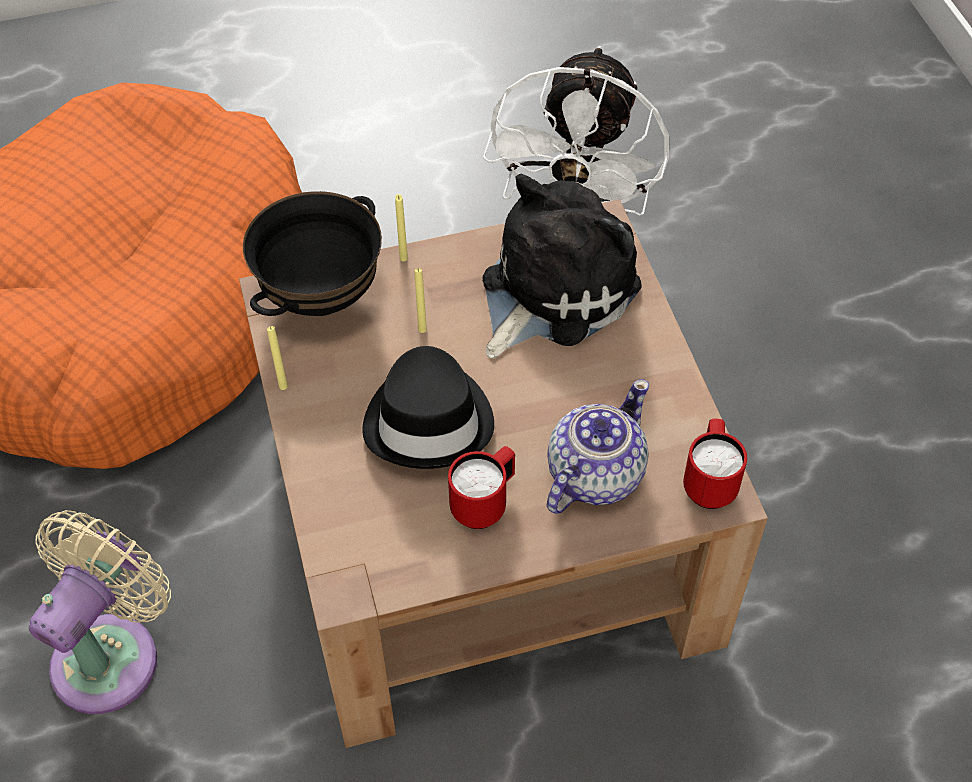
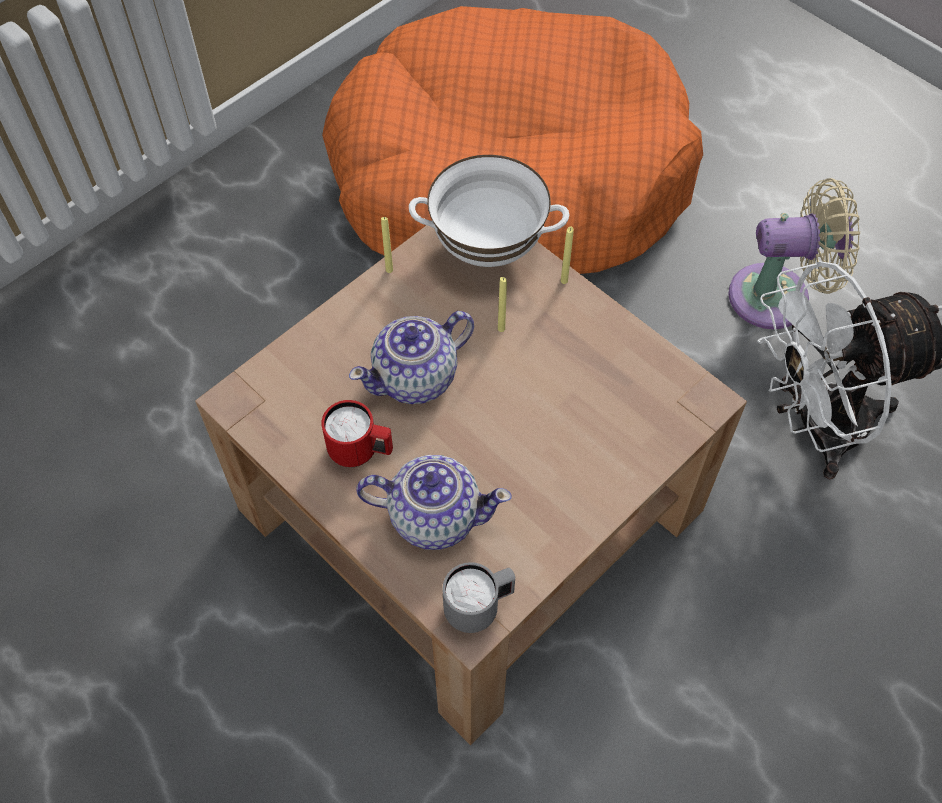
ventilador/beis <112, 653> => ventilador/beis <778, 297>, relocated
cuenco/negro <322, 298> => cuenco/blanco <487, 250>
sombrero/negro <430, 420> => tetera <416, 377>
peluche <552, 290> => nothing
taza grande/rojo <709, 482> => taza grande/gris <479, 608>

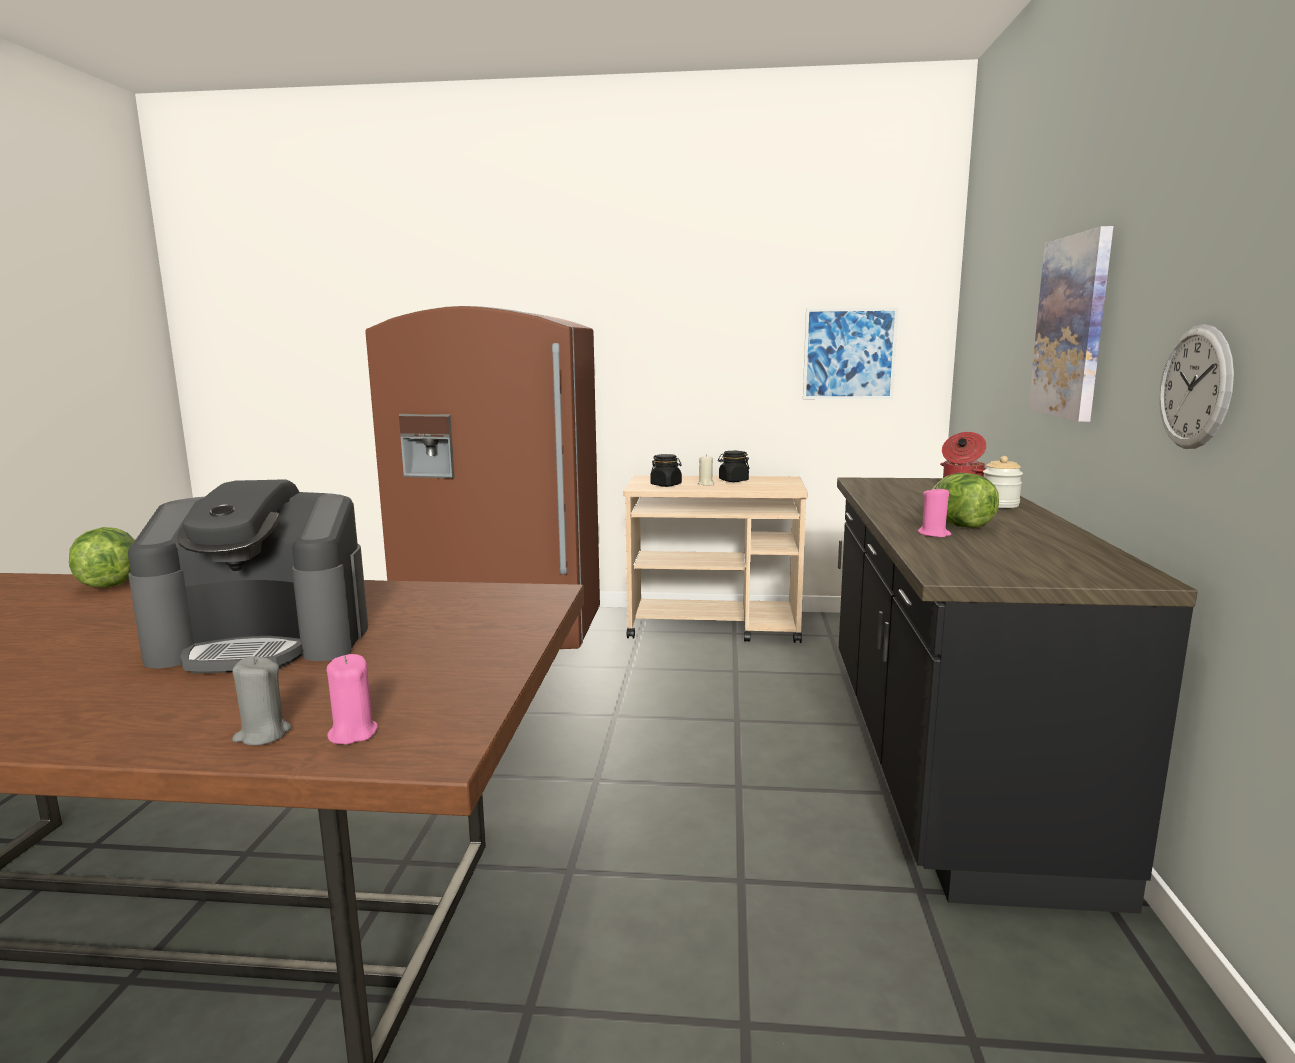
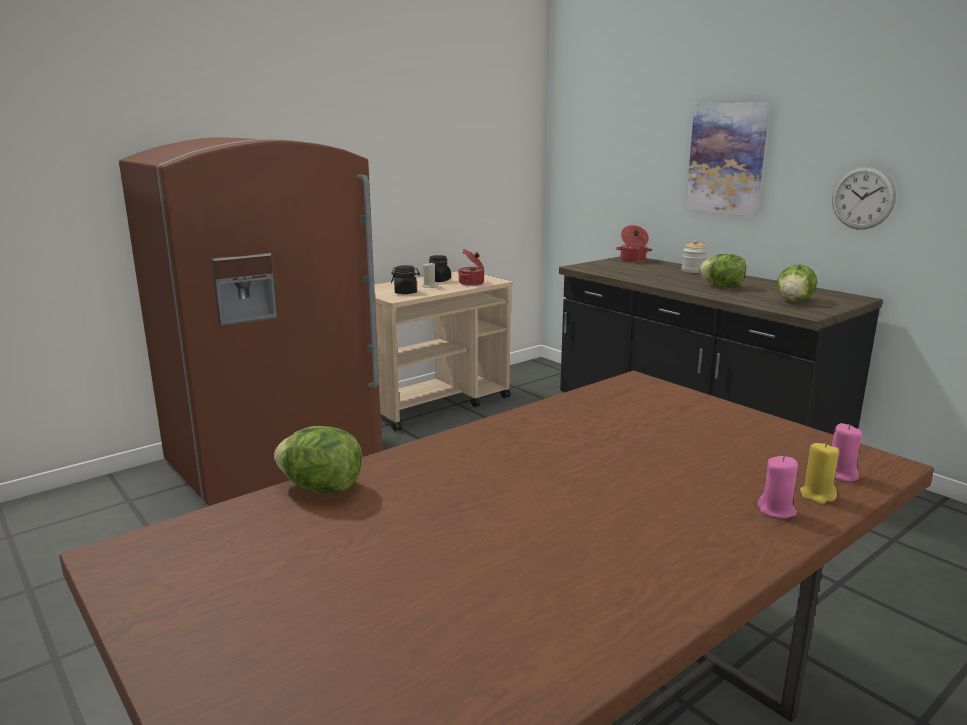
cafetera <265, 641> => nothing
vela/gris <262, 735> => vela/amarillo <817, 495>
cuadro <849, 354> => nothing
vela/rosa <934, 534> => vela/rosa <776, 510>, relocated
nothing => olla <472, 283>
nothing => lechuga <794, 301>

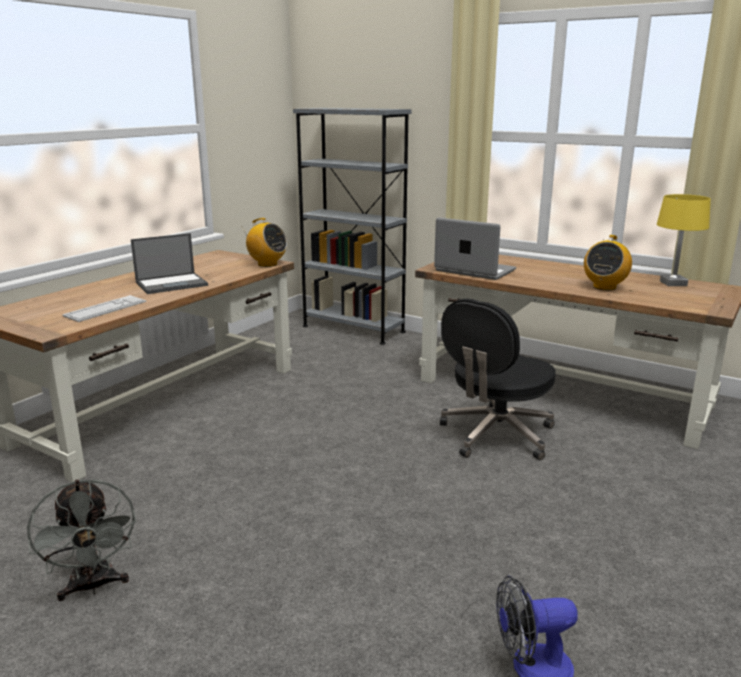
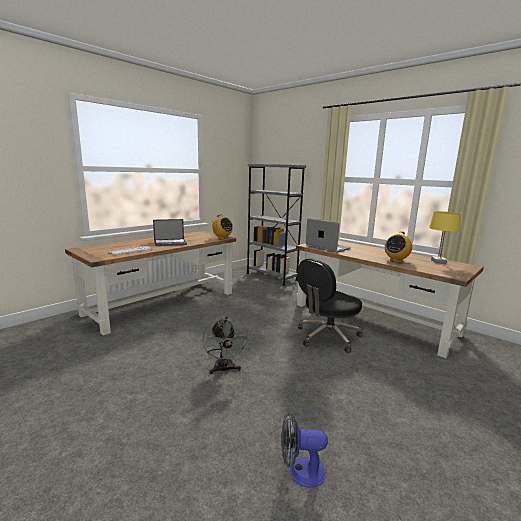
ventilador/gris <93, 586> => ventilador/gris <224, 370>, relocated

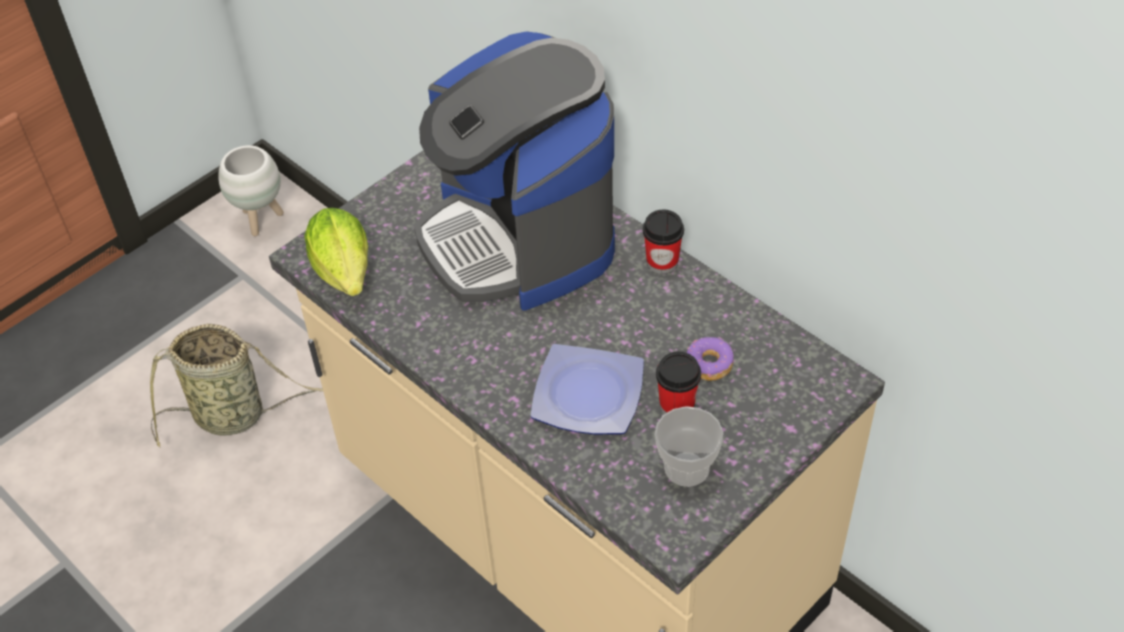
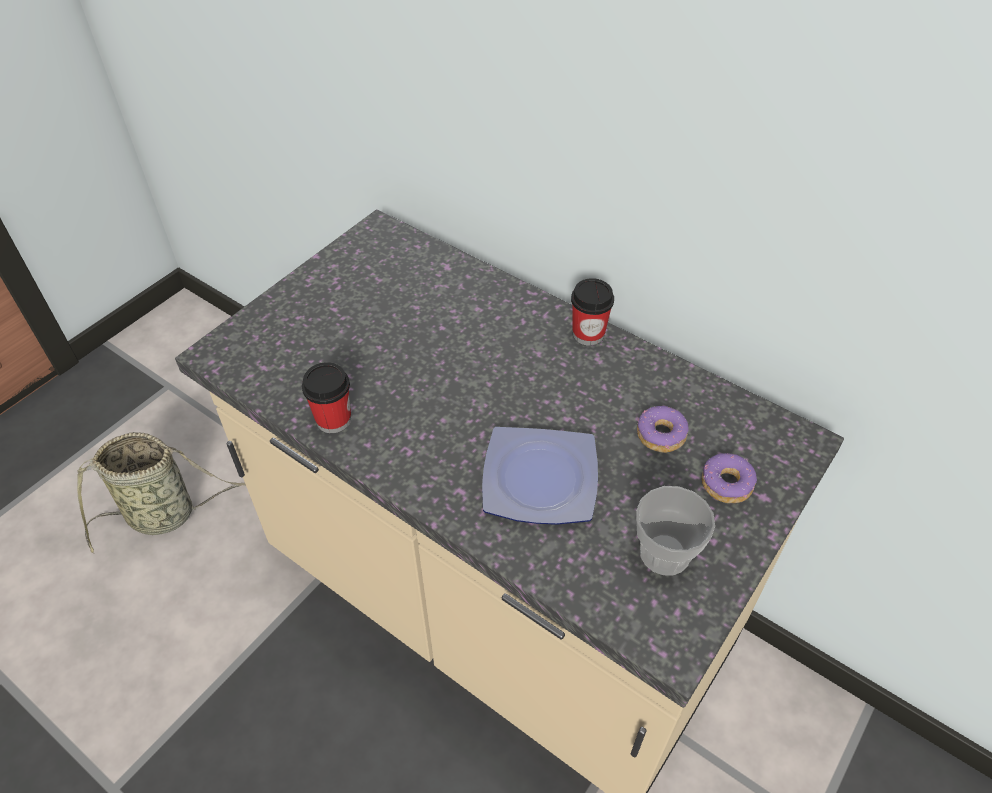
maceta/blanco <261, 220> => nothing
lechuga <346, 276> => nothing
cafetera <519, 239> => nothing
taza <677, 405> => taza <333, 419>, relocated
nothing => rosquilla <726, 484>

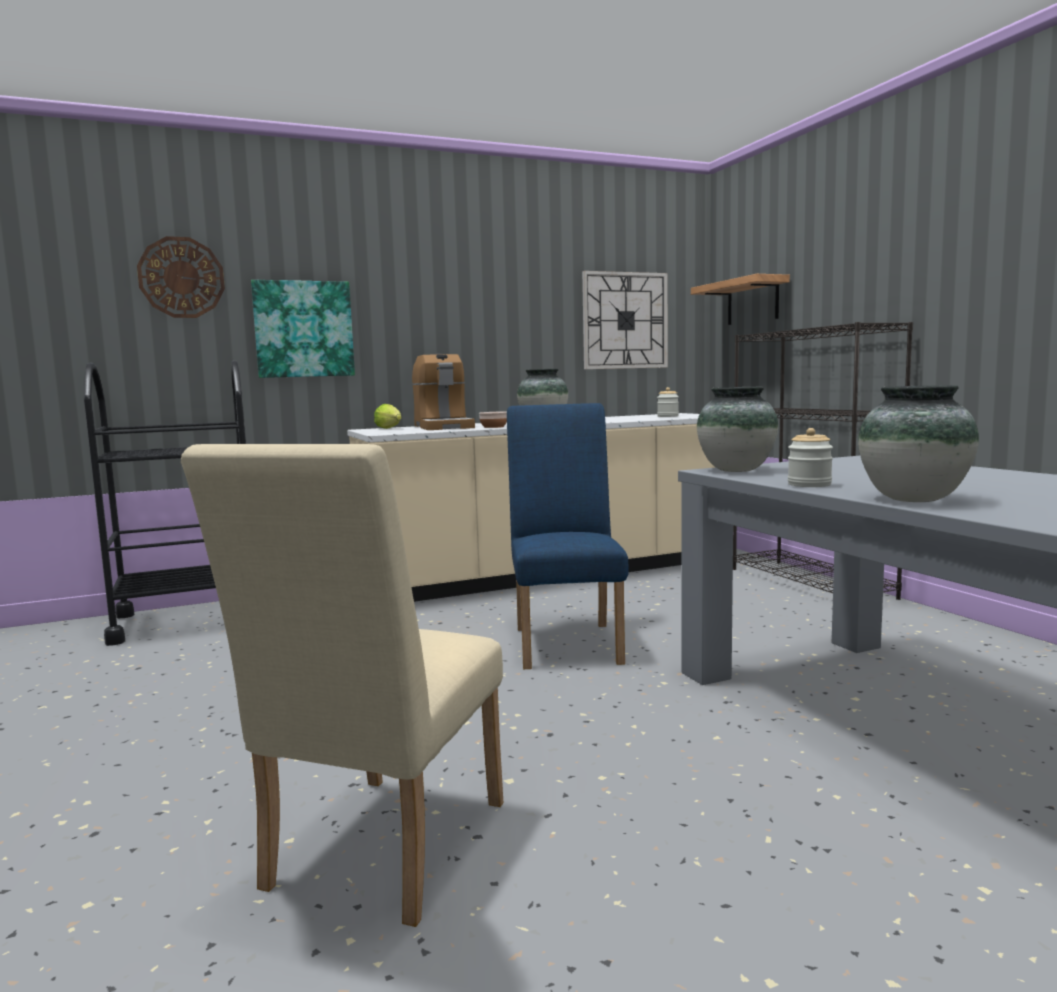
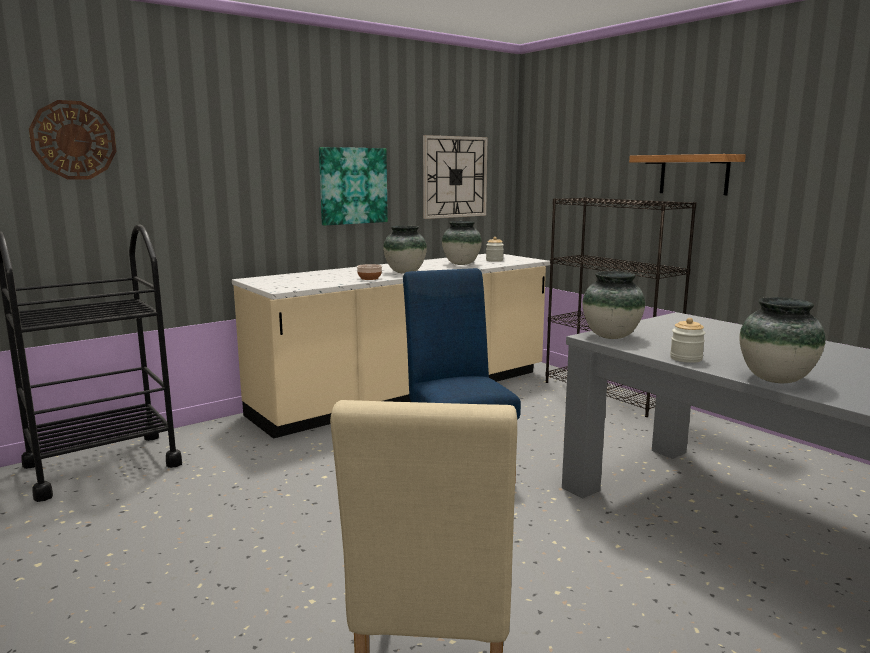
cuadro <303, 329> => cuadro <353, 186>, relocated
lechuga <390, 428> => nothing
cafetera <443, 427> => nothing
estante <753, 301> => estante <694, 174>, relocated
nothing => florero <461, 264>

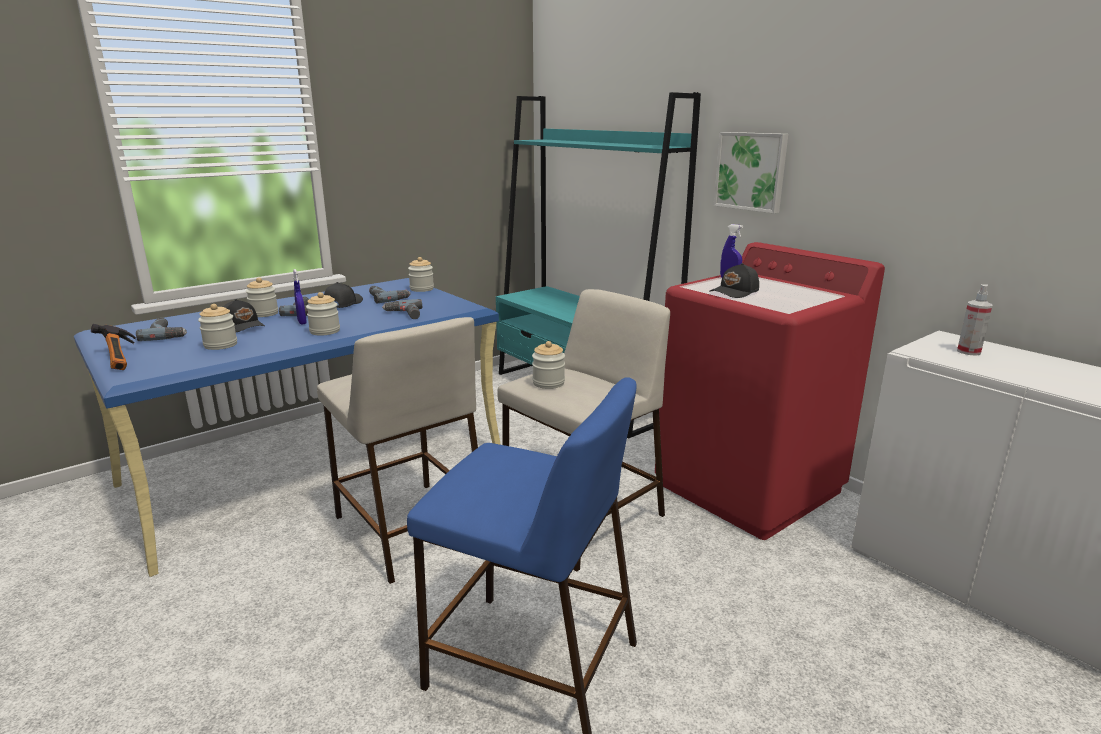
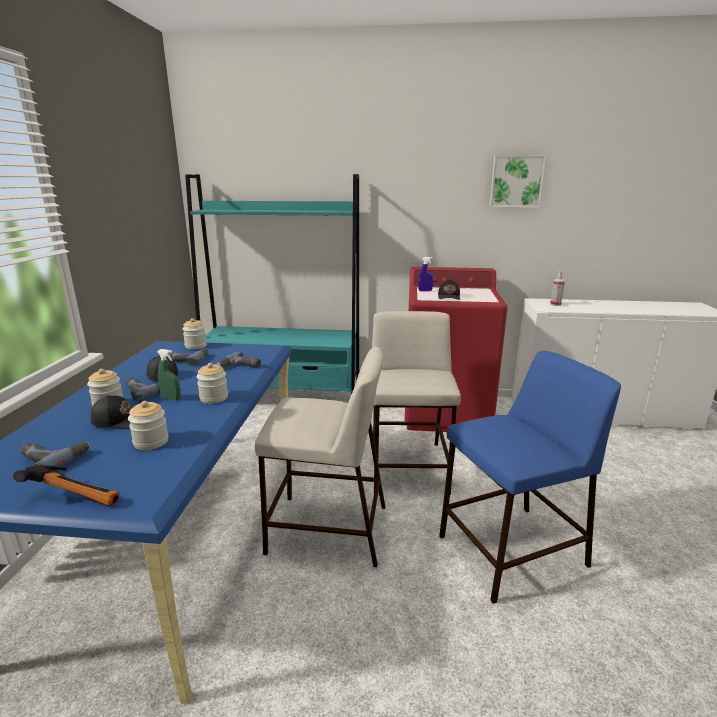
pulverizador/azul <302, 322> => pulverizador/verde <171, 399>
tarro <548, 383> => nothing
cuadro <751, 171> => cuadro <516, 181>, relocated

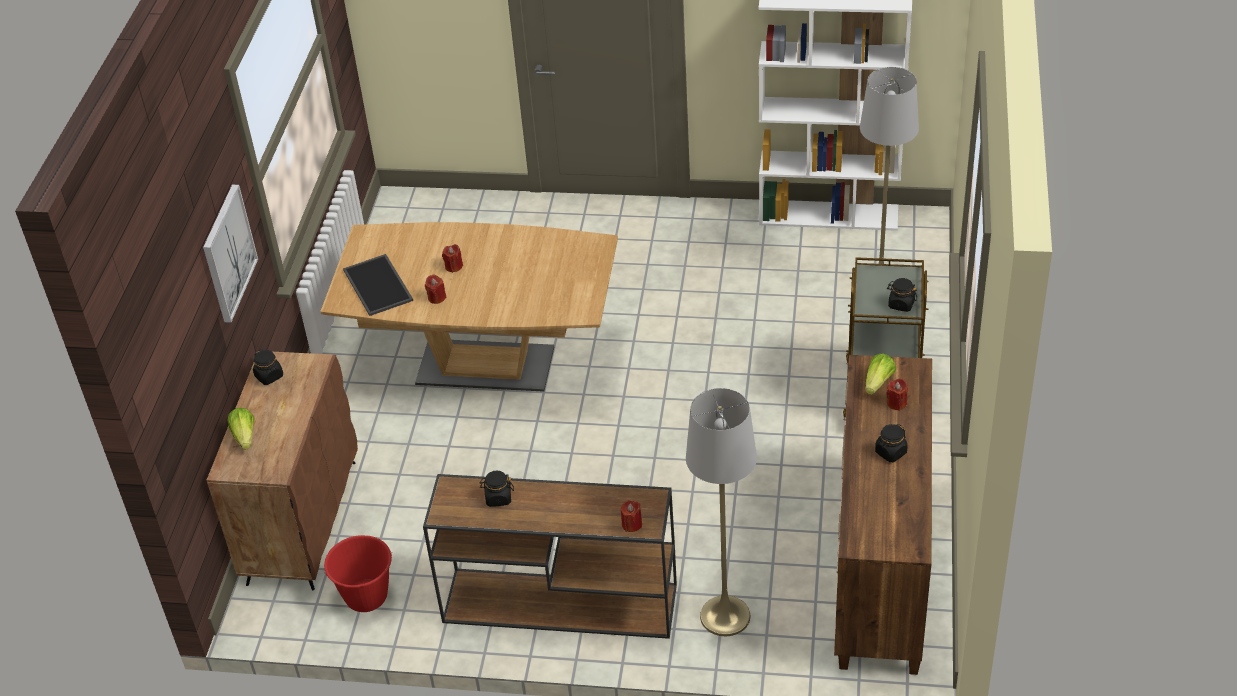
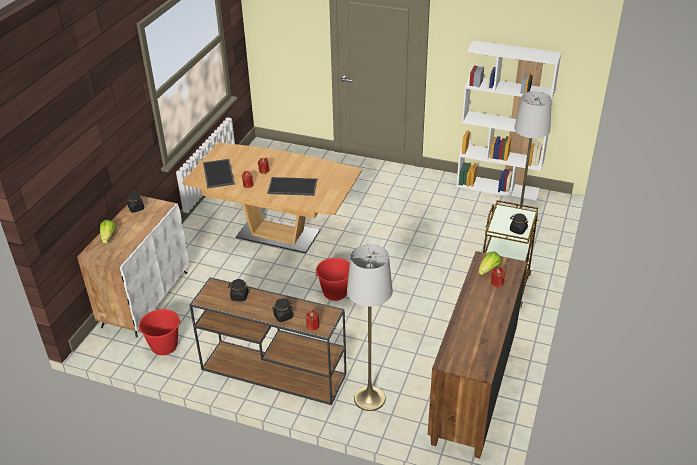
cuadro <228, 253> => nothing
armario/marrón <302, 521> => armario/blanco <145, 298>
tarro/negro <890, 452> => tarro/negro <283, 316>, relocated
nothing => bandeja <292, 187>
nothing => cubo/rojo <335, 293>

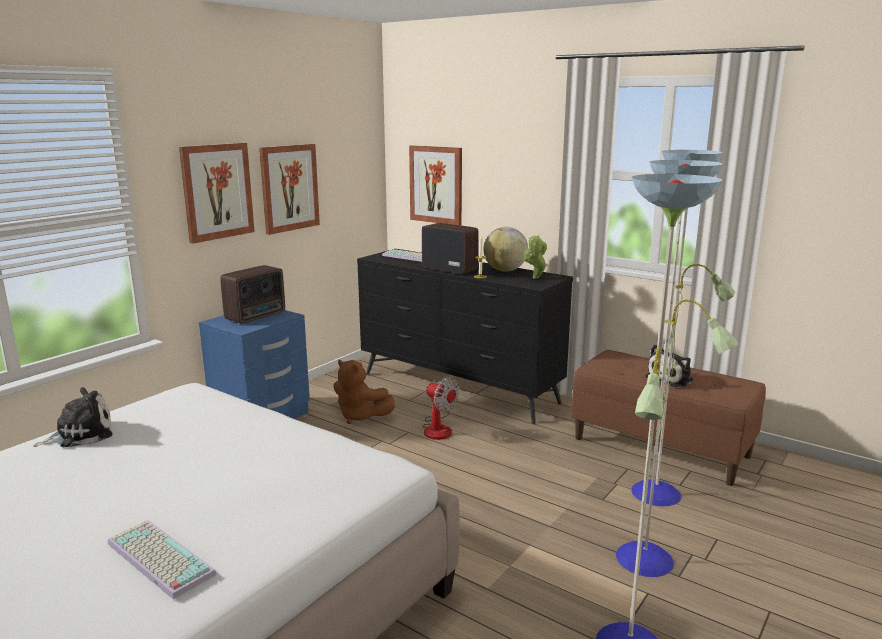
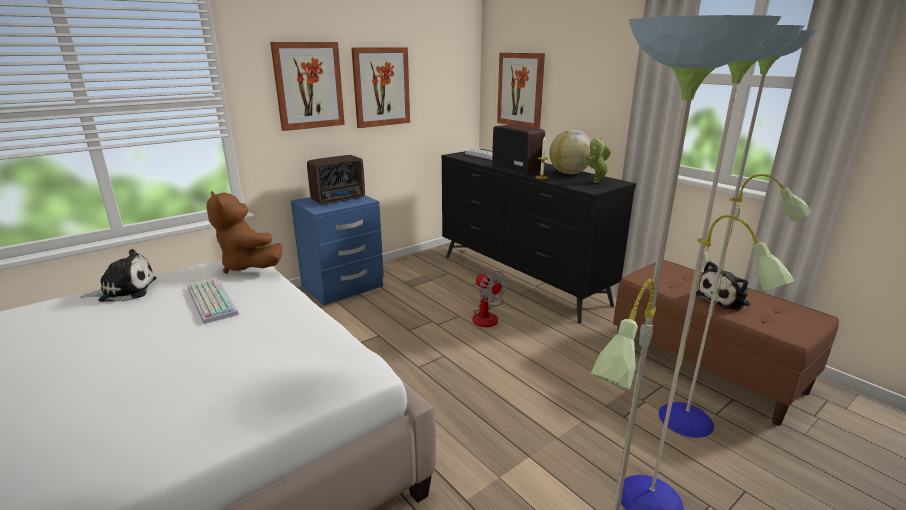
teclado <157, 559> => teclado <210, 301>, relocated
peluche/marrón <360, 416> => peluche/marrón <249, 266>, relocated

